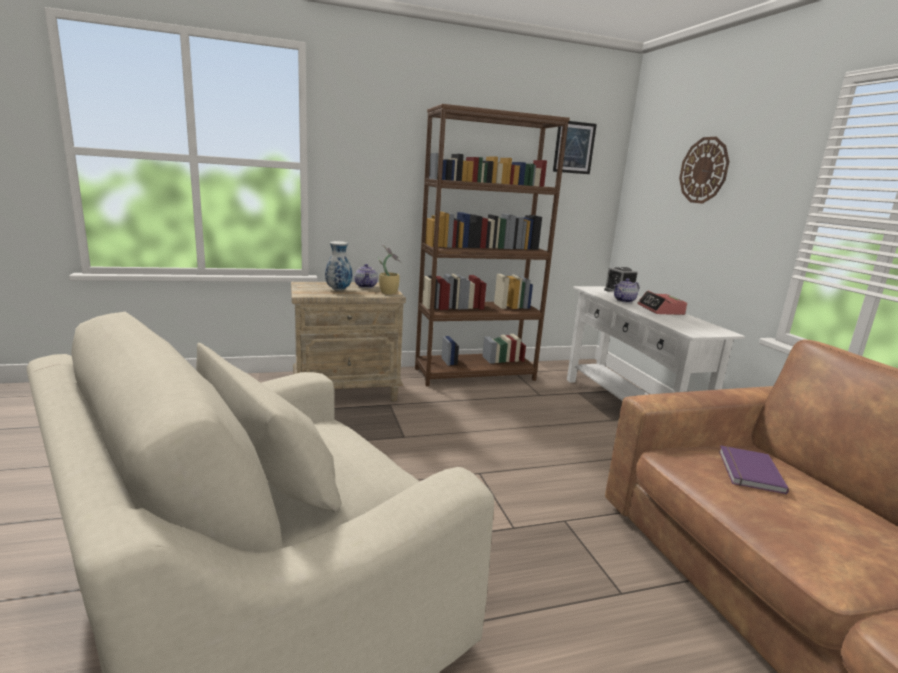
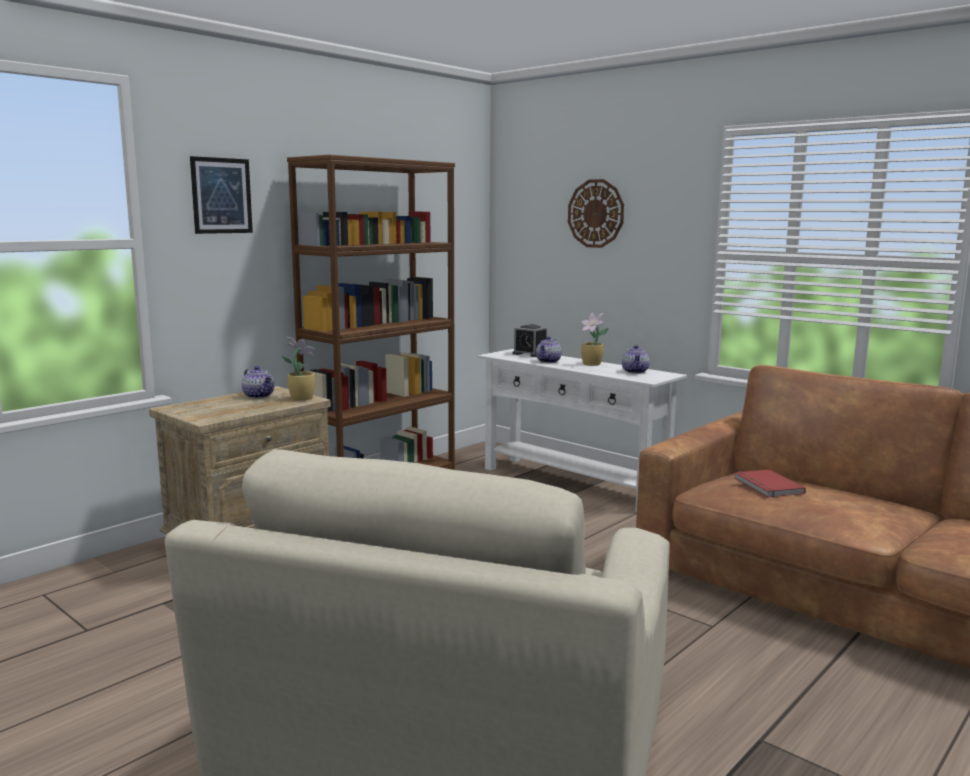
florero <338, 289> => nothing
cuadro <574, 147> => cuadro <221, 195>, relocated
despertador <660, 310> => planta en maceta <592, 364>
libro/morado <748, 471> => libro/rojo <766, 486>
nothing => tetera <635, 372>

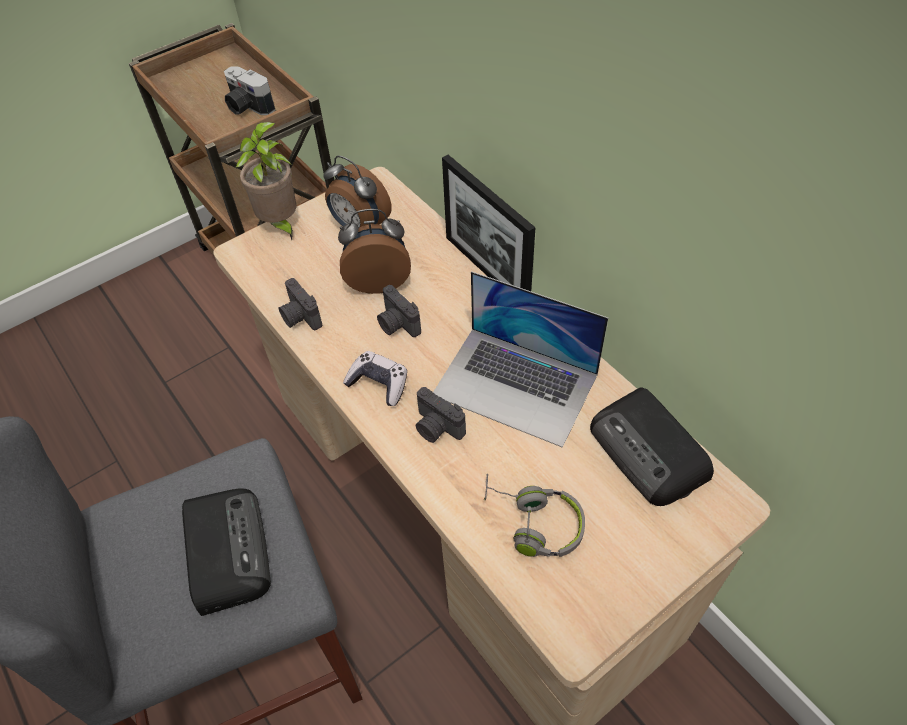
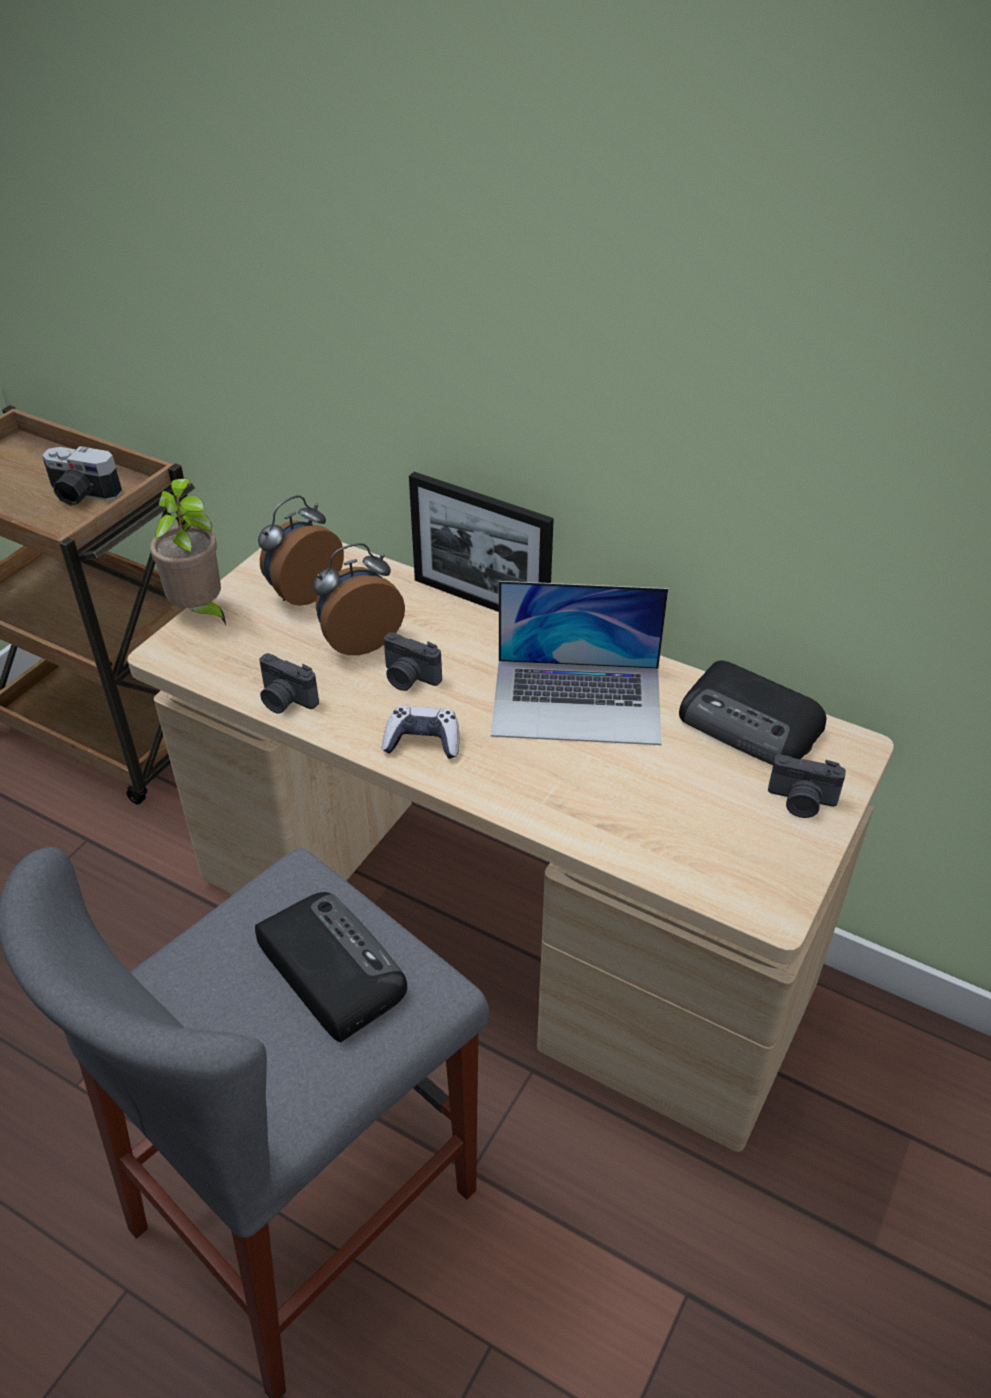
despertador <359, 226> => despertador <302, 592>, 120 degrees clockwise
cámara <436, 428> => cámara <801, 802>, relocated
auriculares/gris <532, 522> => nothing

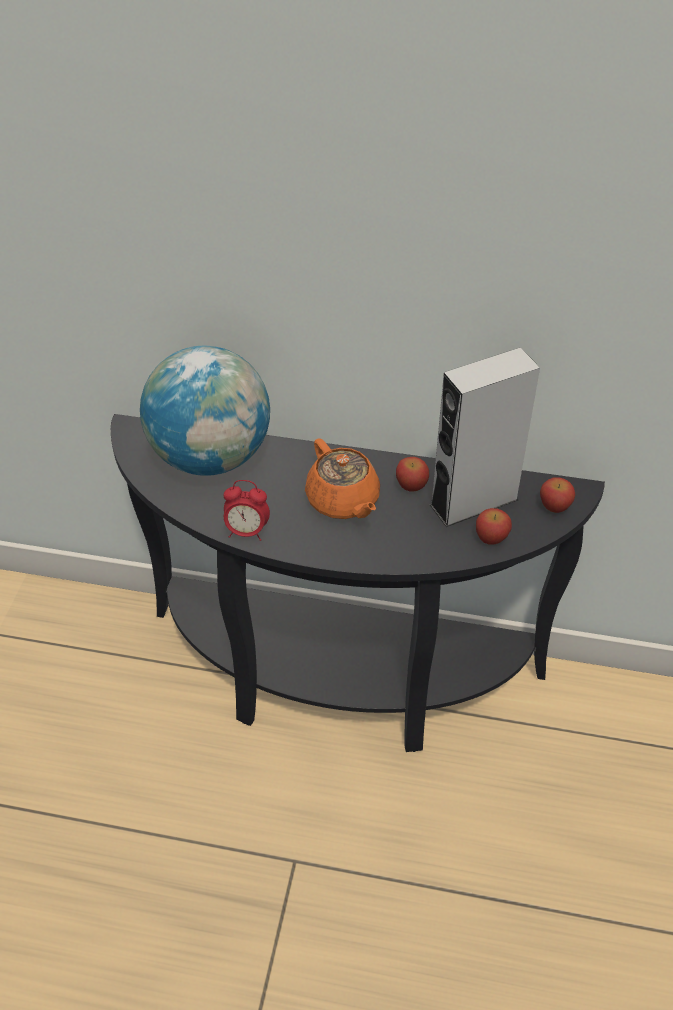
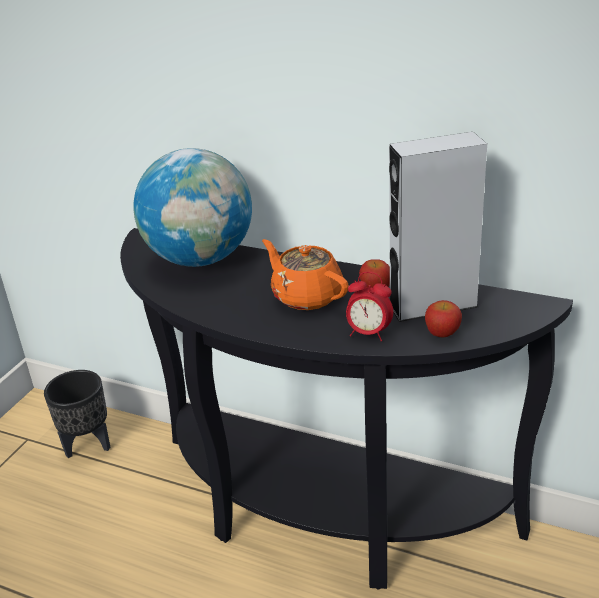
despertador <247, 531> => despertador <368, 333>, relocated
tetera/naranja <343, 501> => tetera/naranja <306, 296>, 150 degrees clockwise
manzana <554, 506> => nothing
nothing => maceta/negro <88, 444>

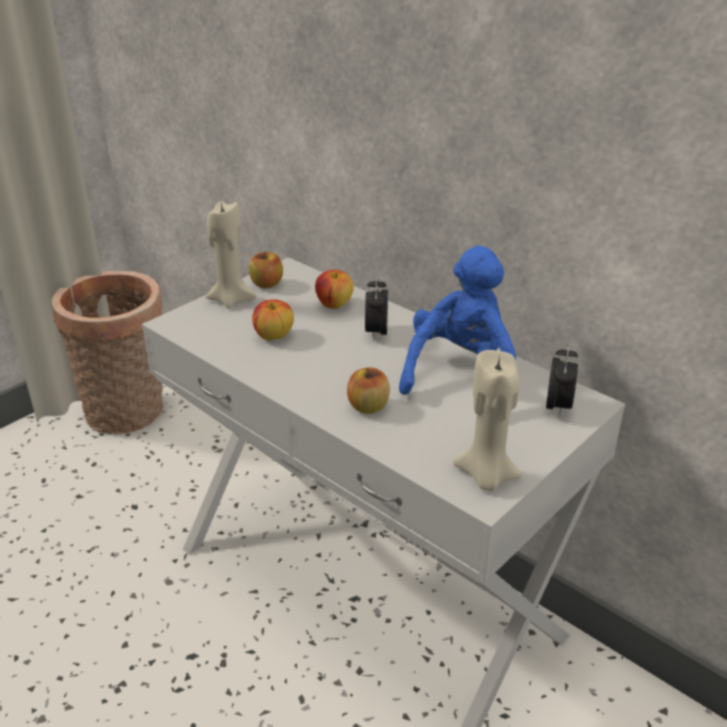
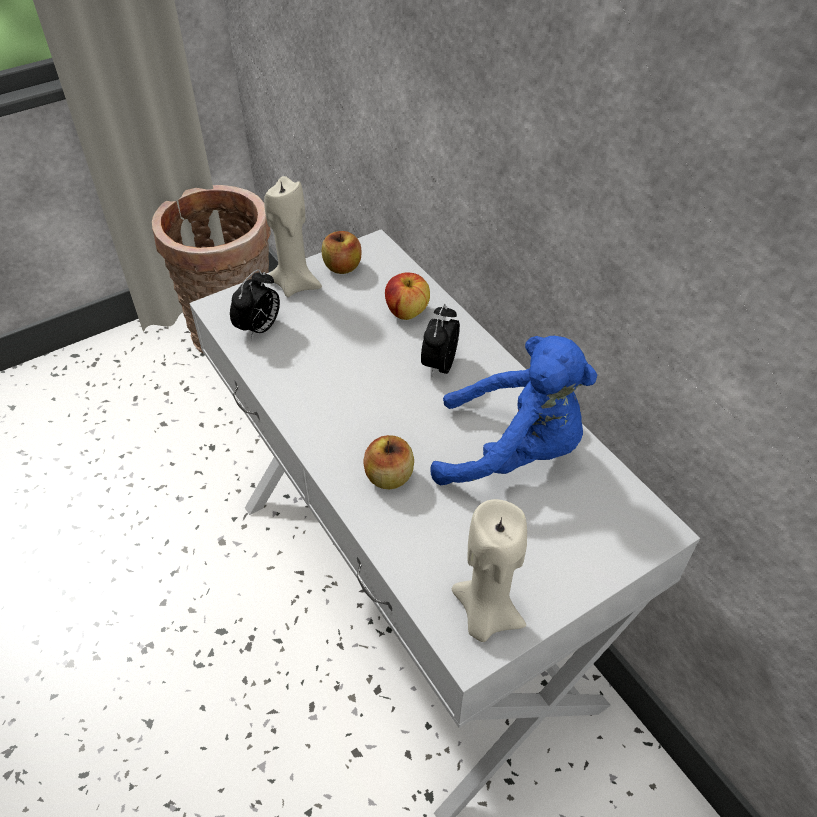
manzana <274, 336> => nothing
peluche/azul <460, 376> => peluche/azul <513, 452>, 60 degrees clockwise
despertador <558, 407> => despertador <259, 329>, relocated

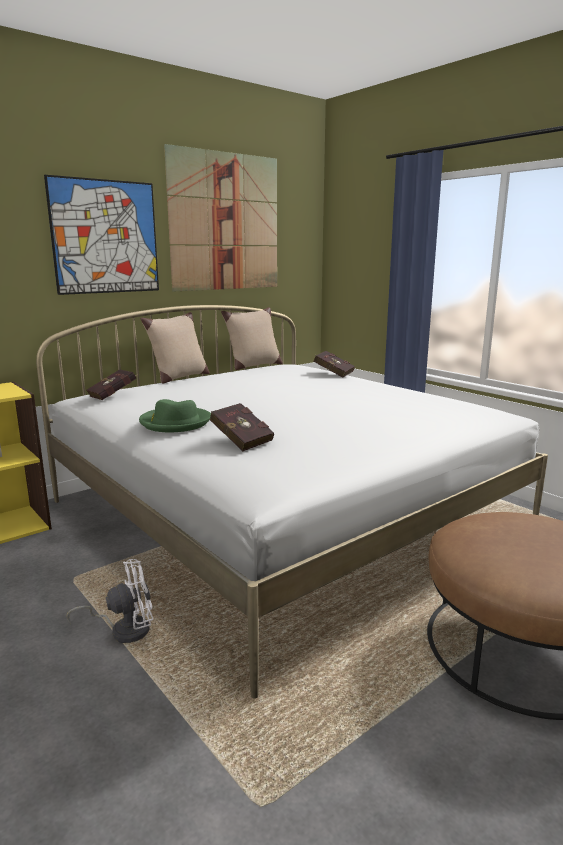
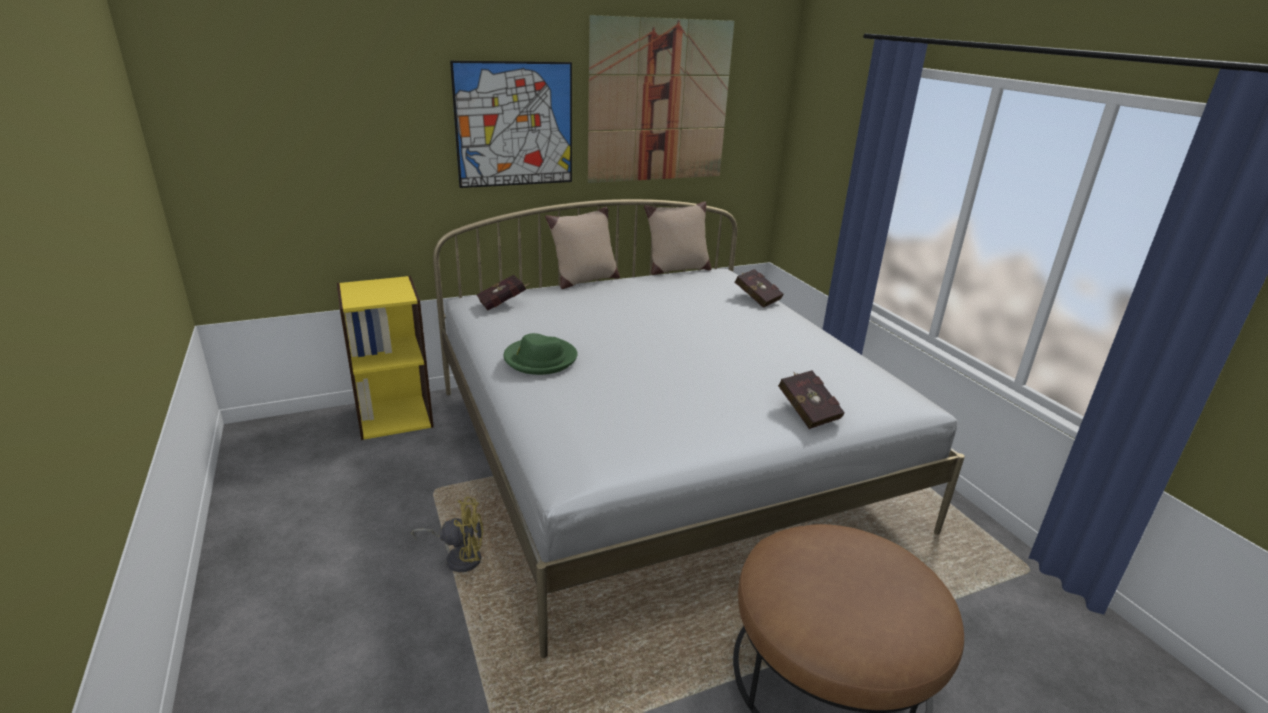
ventilador/blanco <124, 629> => ventilador/amarillo <459, 557>
libro/rojo <240, 440> => libro/rojo <807, 411>, relocated

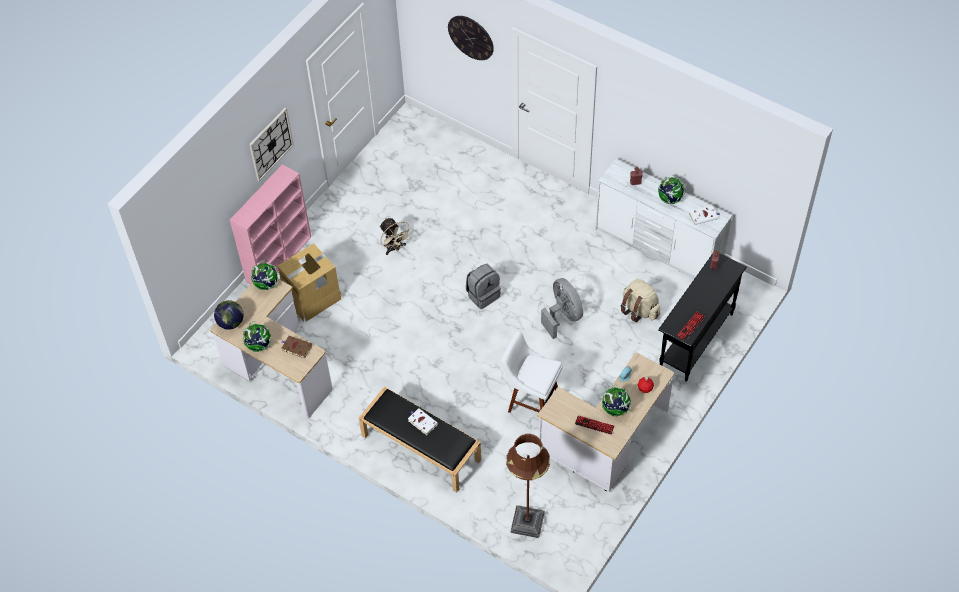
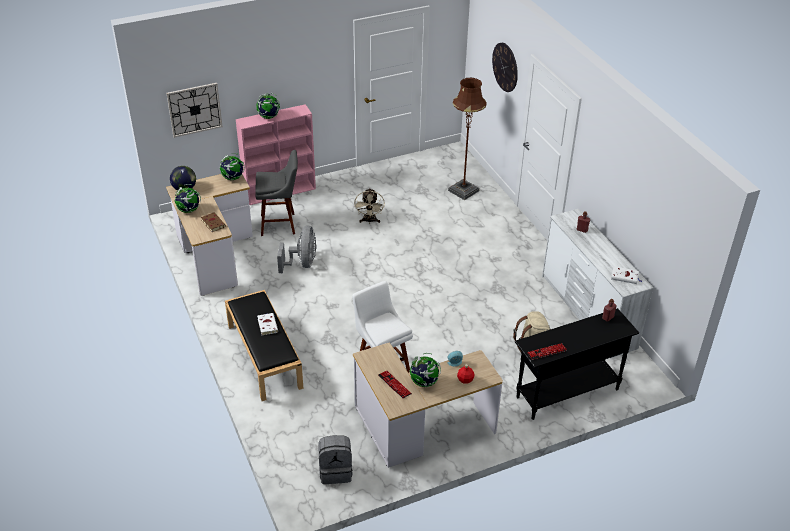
reloj de pared <271, 144> => reloj de pared <194, 109>, relocated
caja de cartón <313, 297> => taburete/gris <280, 224>
mochila/gris <483, 295> => mochila/gris <336, 471>, relocated
lámpara de pie/marrón <527, 522> => lámpara de pie/marrón <463, 191>, relocated
ventilador/gris <563, 316> => ventilador/gris <302, 263>, relocated
globo terráqueo <670, 199> => globo terráqueo <268, 117>, relocated

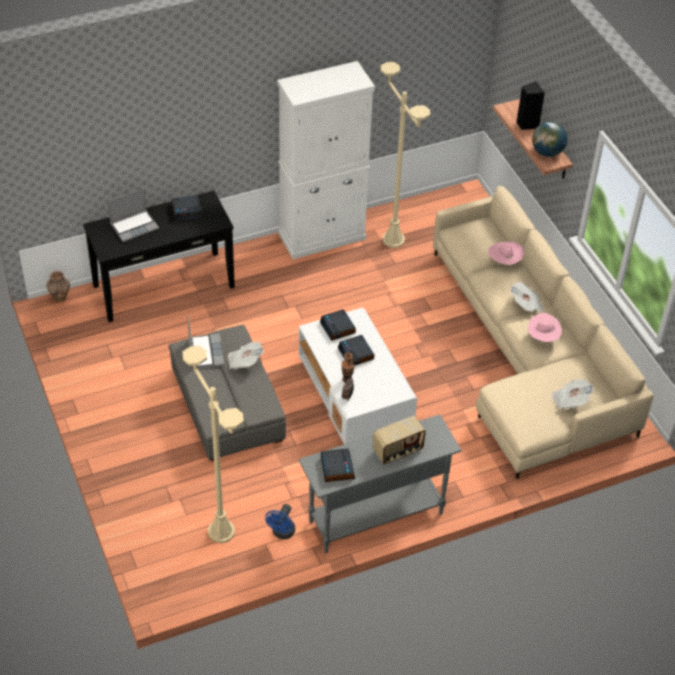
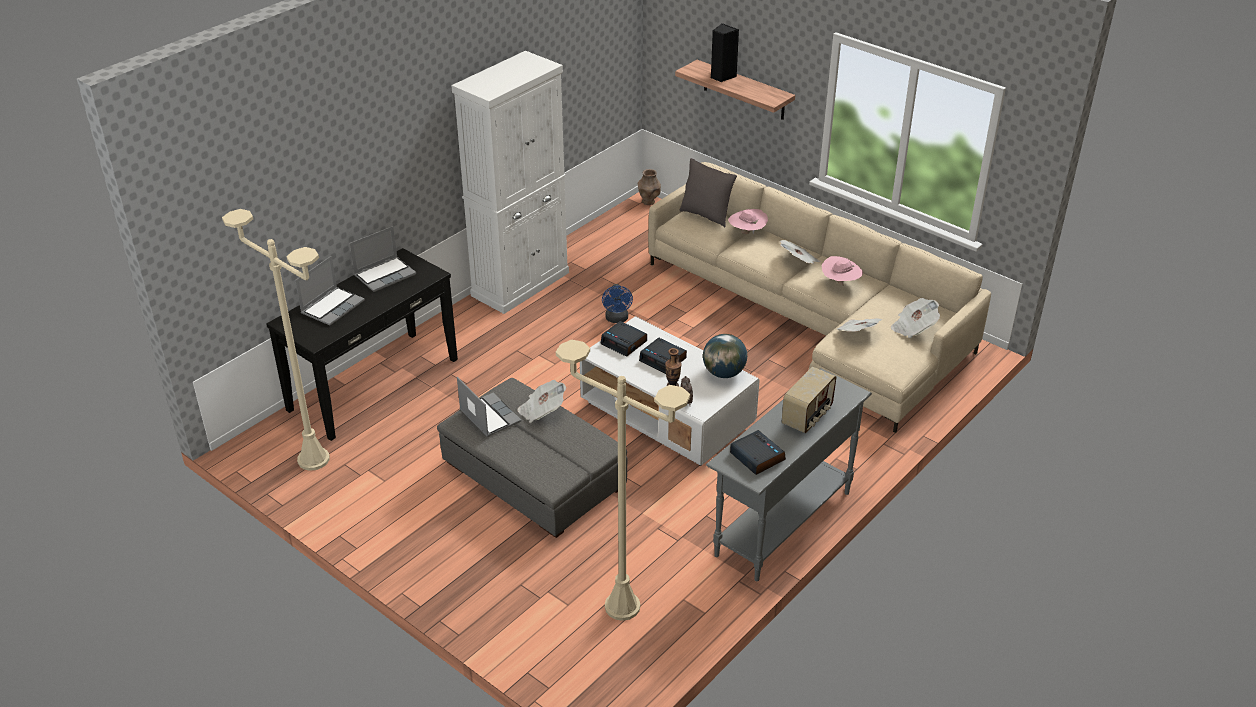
florero/marrón <60, 298> => florero/marrón <648, 202>, relocated
despertador <187, 211> => portátil <385, 275>
ventilador/azul <282, 533> => ventilador/azul <617, 319>, relocated
lámpara de pie/beis <393, 240> => lámpara de pie/beis <313, 459>, relocated
globo terráqueo <547, 152> => globo terráqueo <724, 373>, relocated
nothing => cojín/gris <706, 215>
nothing => periódico <857, 333>

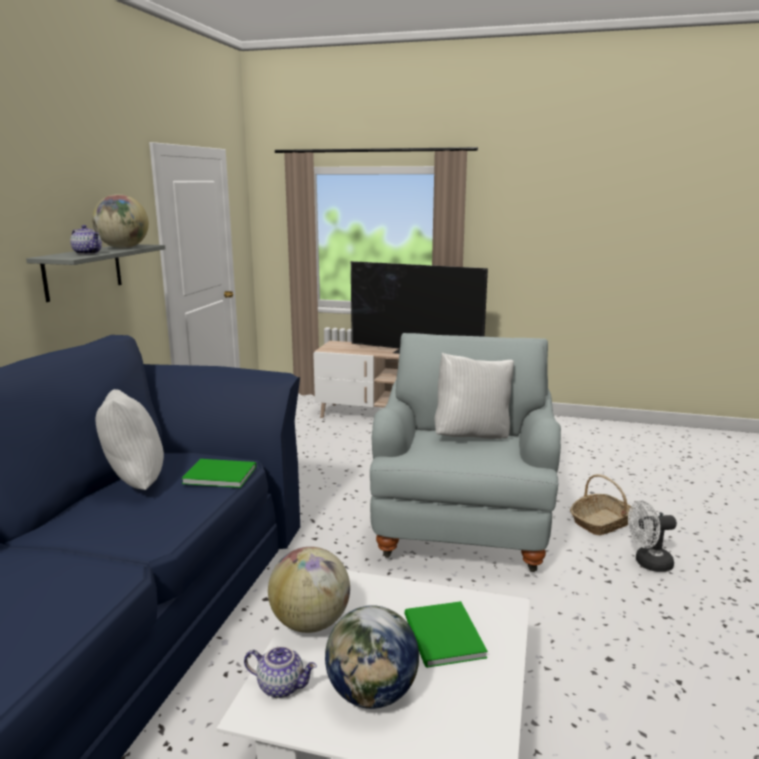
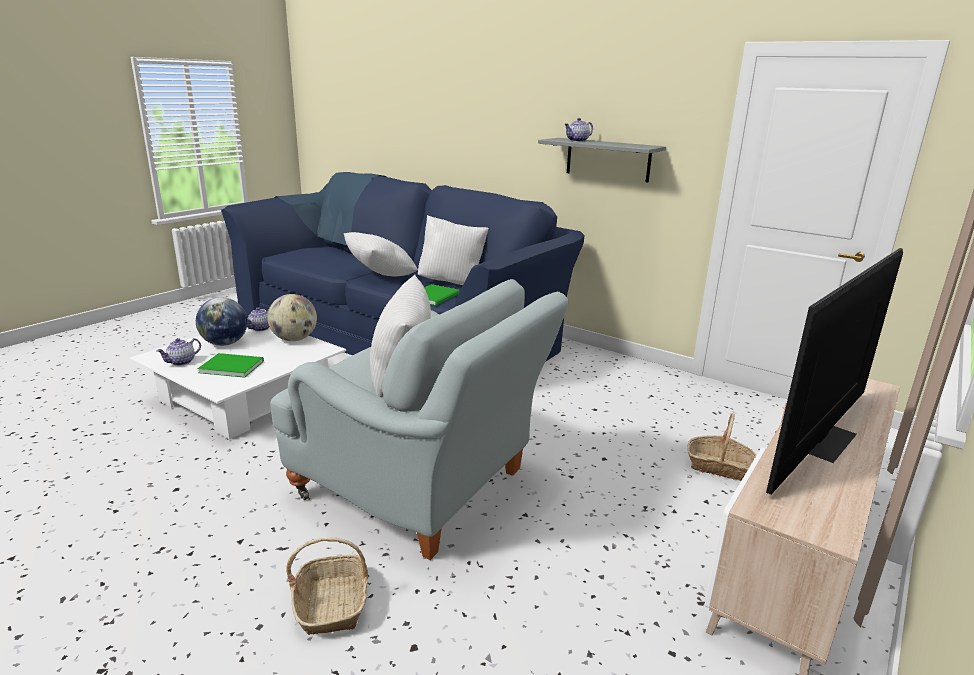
globo terráqueo <123, 248> => nothing
ventilador/blanco <648, 563> => nothing
nothing => tetera <181, 362>
nothing => cojín/blanco <381, 276>
nothing => cesta <719, 466>

